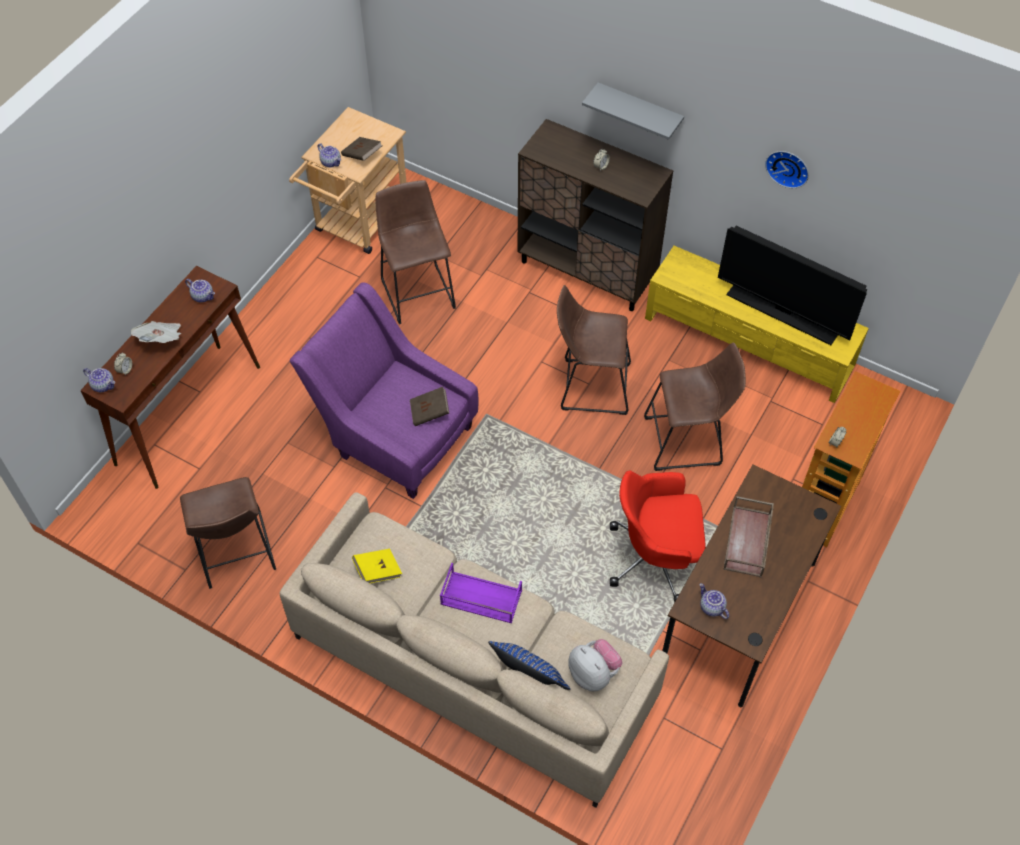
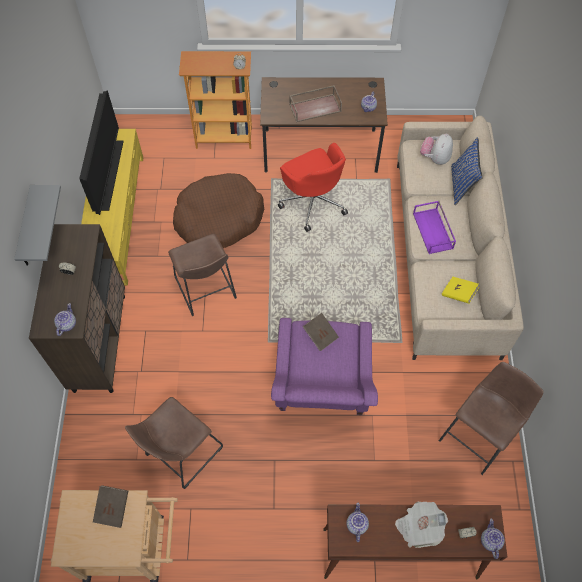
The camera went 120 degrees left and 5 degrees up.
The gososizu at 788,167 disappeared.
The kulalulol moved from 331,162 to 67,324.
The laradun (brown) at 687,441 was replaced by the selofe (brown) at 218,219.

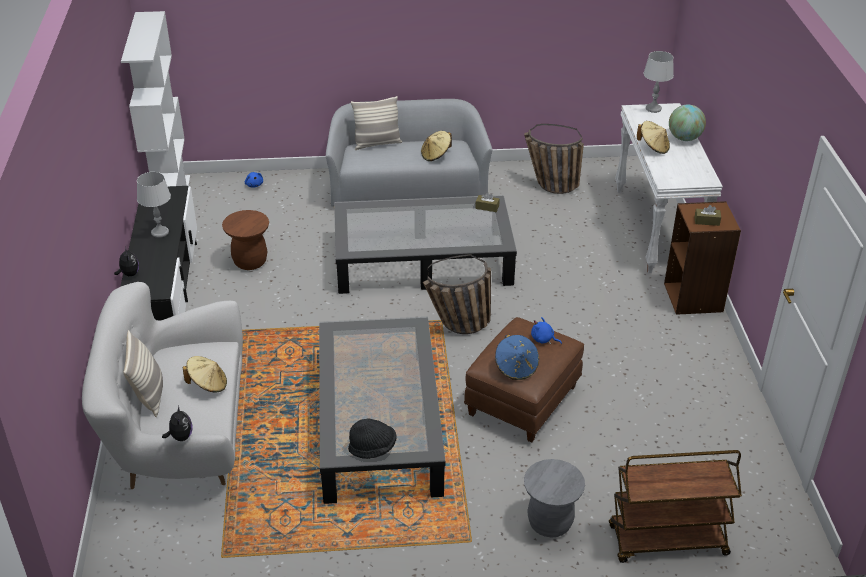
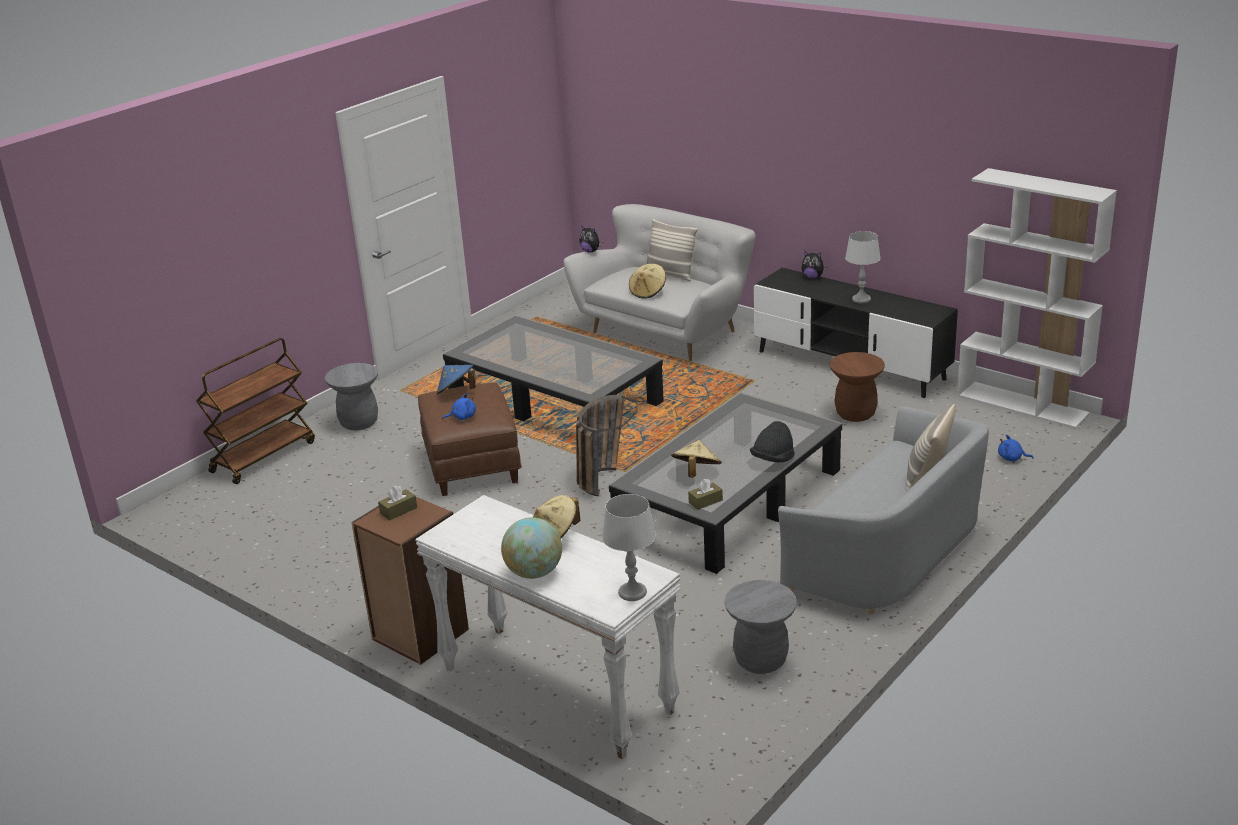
The camera went 135 degrees right and 10 degrees down.
The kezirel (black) moved from 373,448 to 772,459.
The kezirel (beige) moved from 436,155 to 696,472.
The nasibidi at 548,185 was replaced by the laradun (grey) at 760,660.

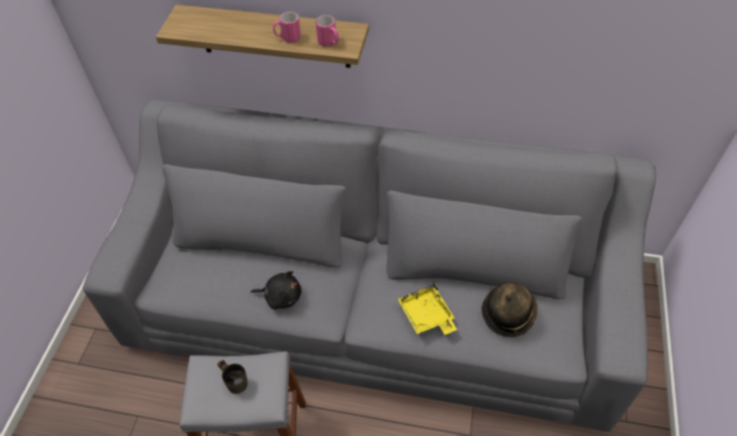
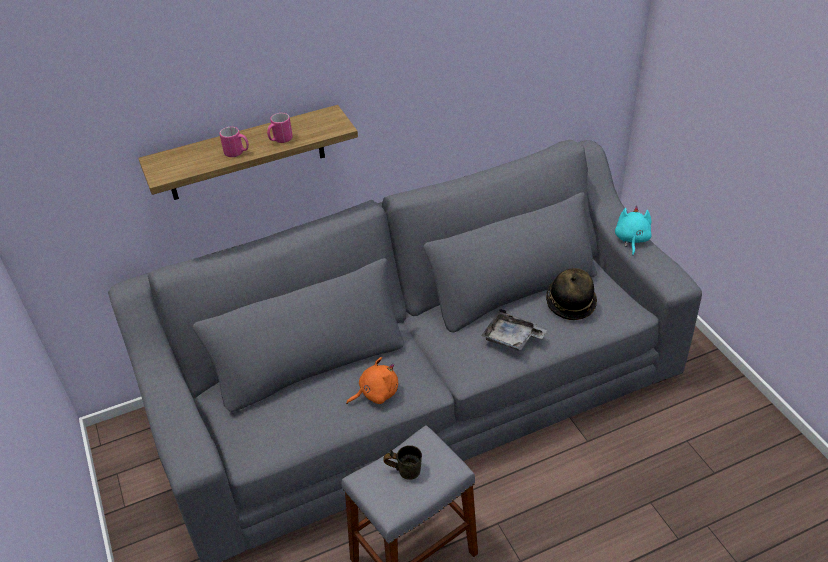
The camera went 35 degrees left and 10 degrees down.
The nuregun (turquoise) at 631,239 appeared.
The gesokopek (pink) moved from 329,43 to 237,153.
The nuregun (black) at 281,296 became the nuregun (orange) at 376,393.
The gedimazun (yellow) at 426,315 became the gedimazun (grey) at 512,338.

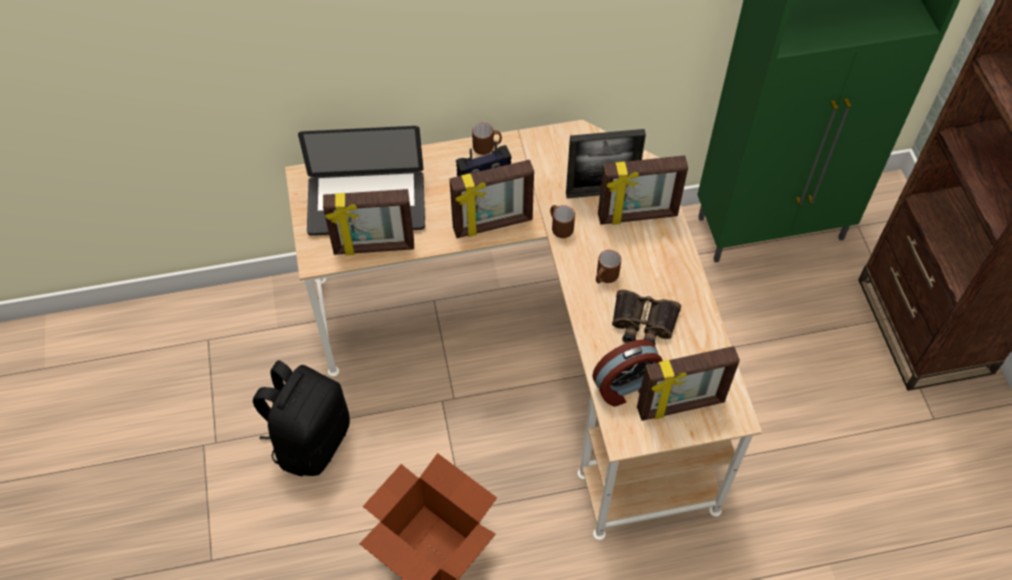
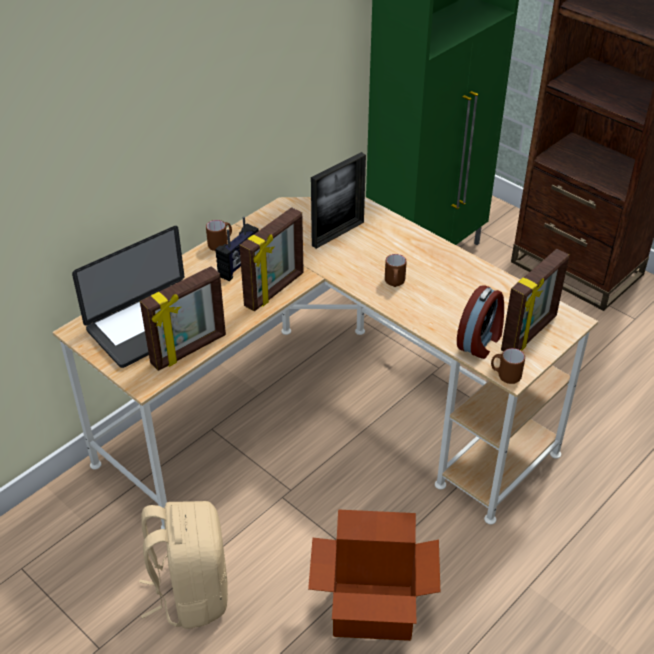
The camera went 35 degrees left and 15 degrees down.
The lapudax at 637,216 disappeared.
The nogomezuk at 642,323 disappeared.
The gesokopek (brown) moved from 560,227 to 505,375.
The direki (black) at 310,440 became the direki (beige) at 191,592.

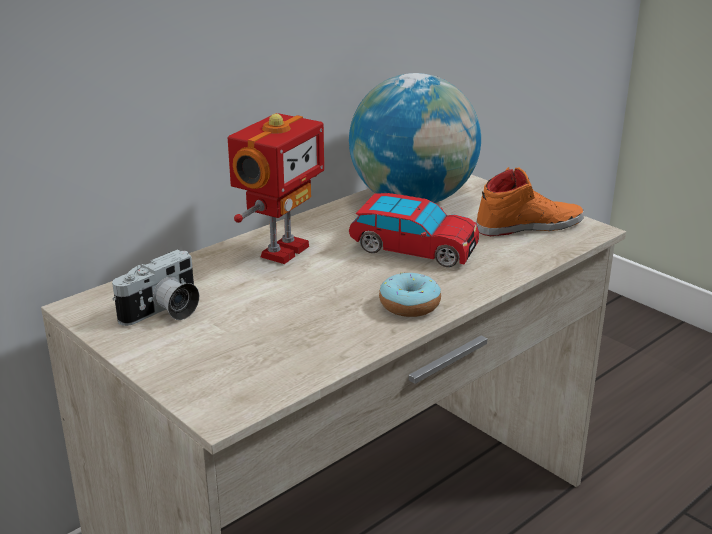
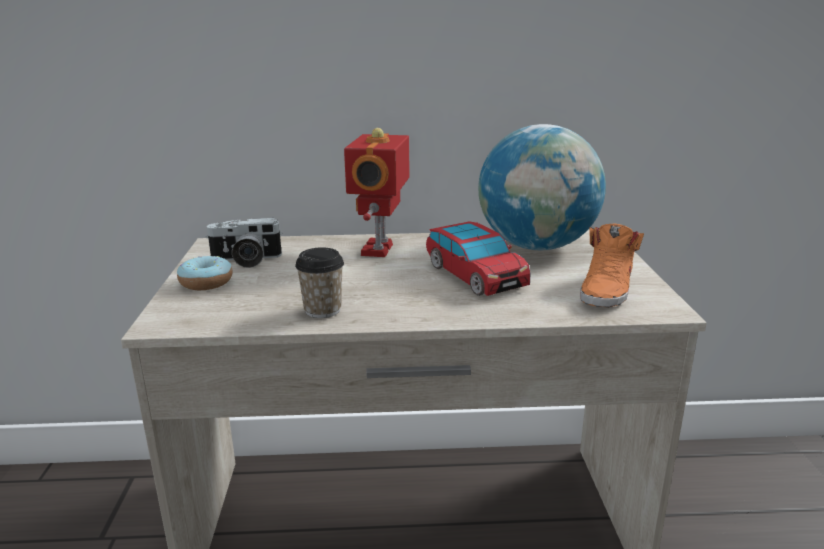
The camera went 40 degrees right and 5 degrees down.
The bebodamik at 322,310 appeared.
The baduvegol moved from 409,305 to 206,282.
The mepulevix at 282,251 turned 120 degrees clockwise.
The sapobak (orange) at 528,225 turned 90 degrees clockwise.

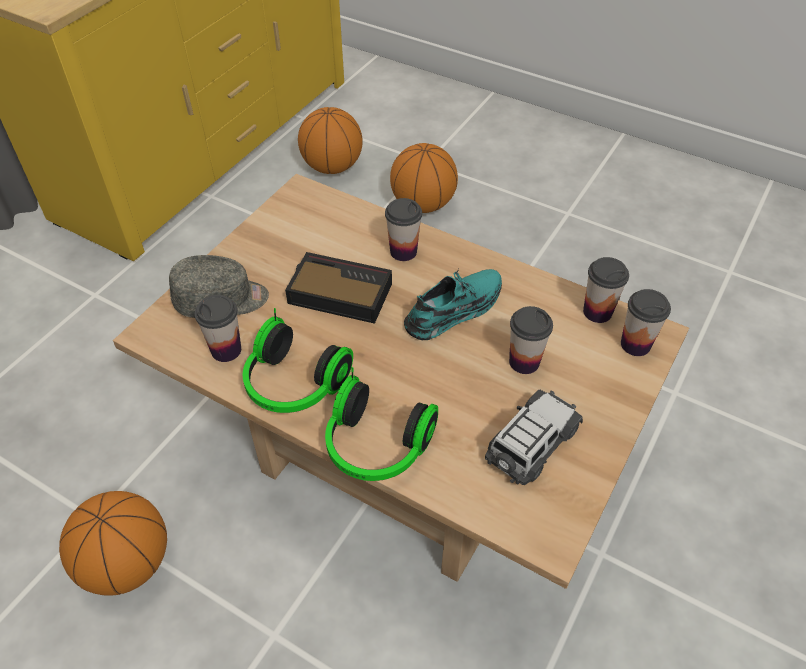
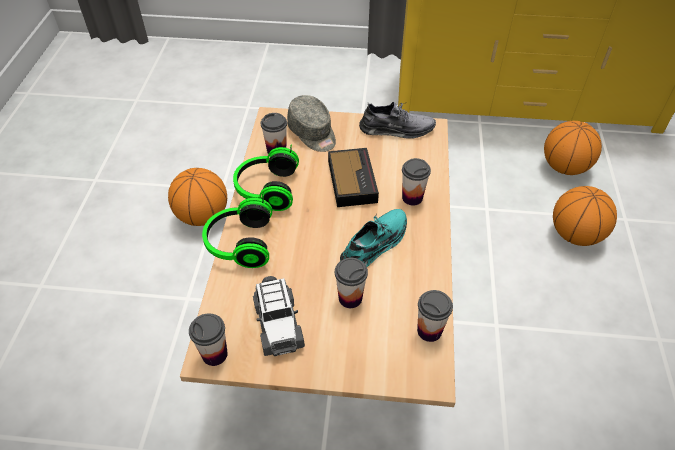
The camera went 65 degrees right and 0 degrees up.
The sapobak (grey) at 396,129 appeared.
The bebodamik moved from 635,344 to 214,354.
The sapobak (turquoise) at 455,310 turned 75 degrees counterclockwise.
The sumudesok at 531,445 turned 60 degrees clockwise.

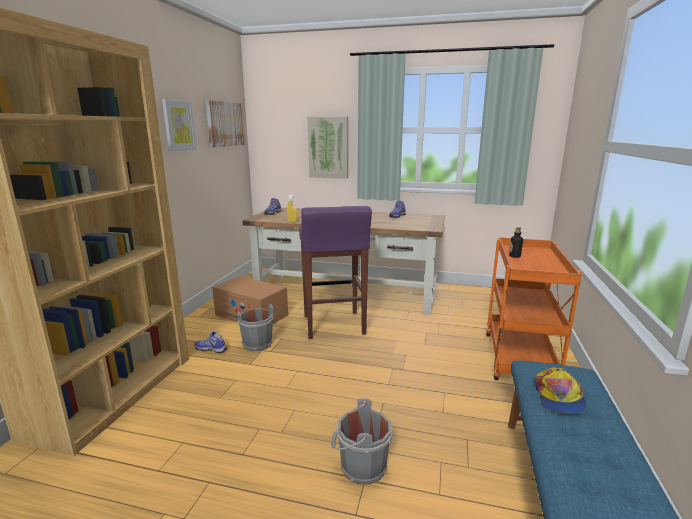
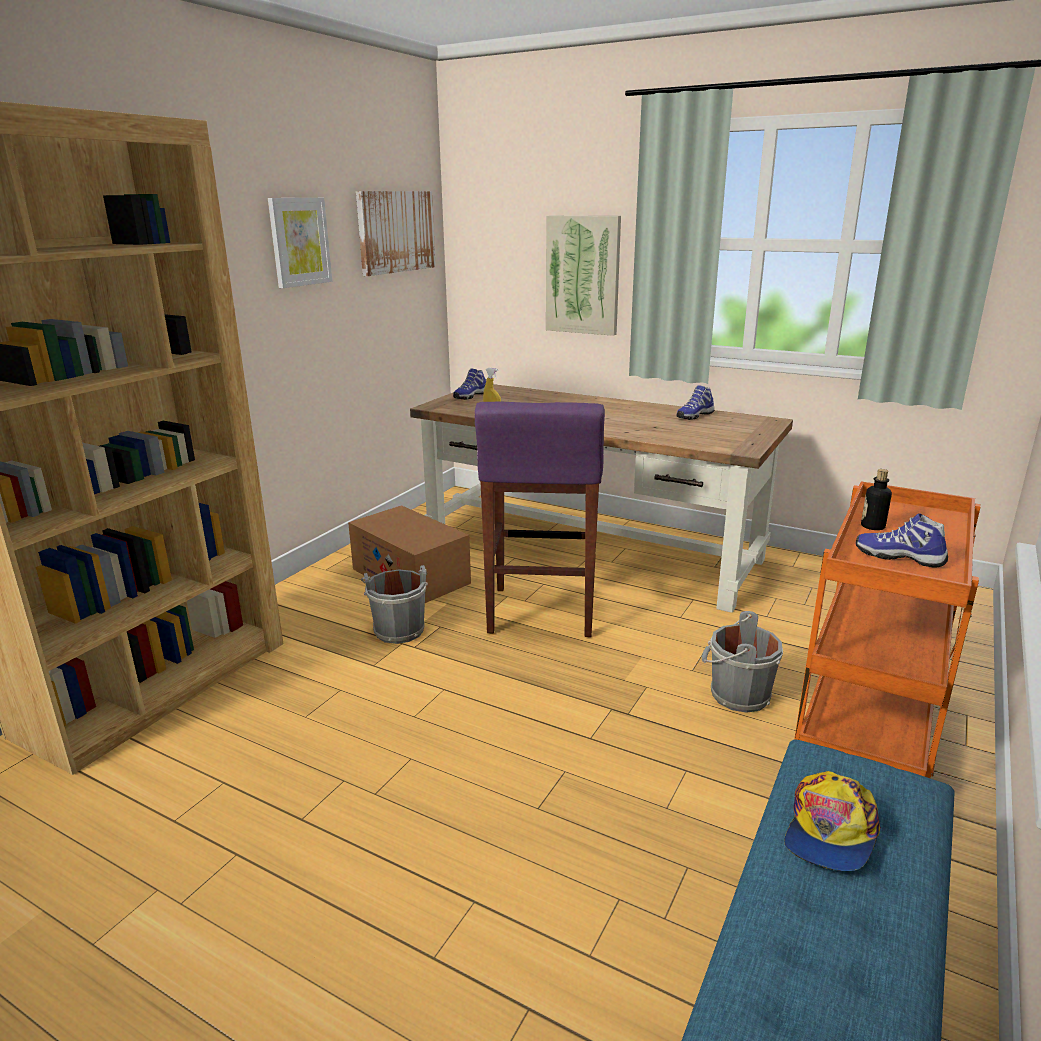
The camera went 15 degrees right and 5 degrees up.
The sapobak moved from 211,349 to 899,557.
The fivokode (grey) moved from 361,467 to 736,695.

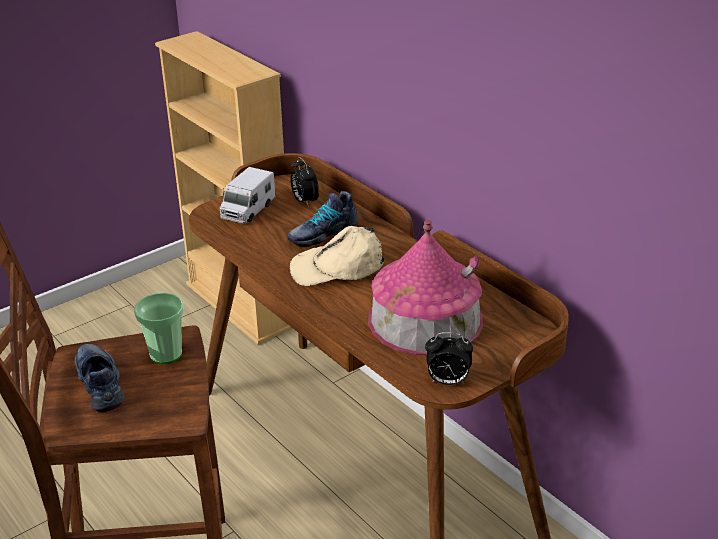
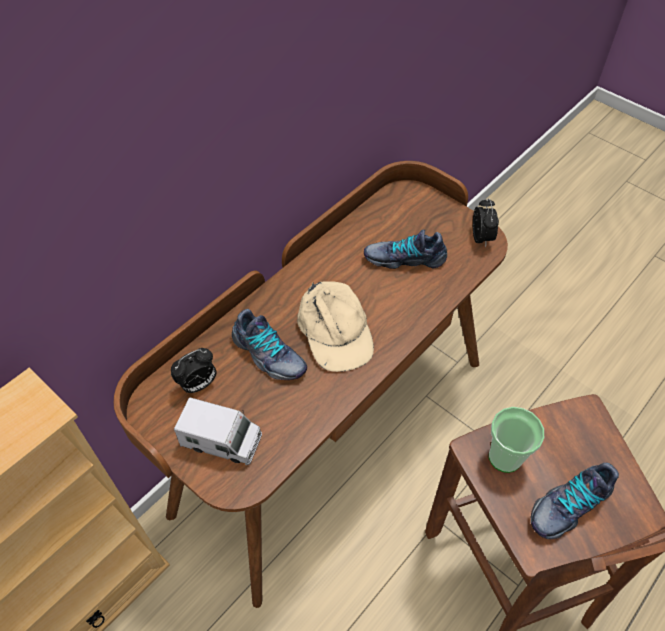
The camera went 100 degrees left and 20 degrees up.
The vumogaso at 425,319 was replaced by the sapobak at 404,258.

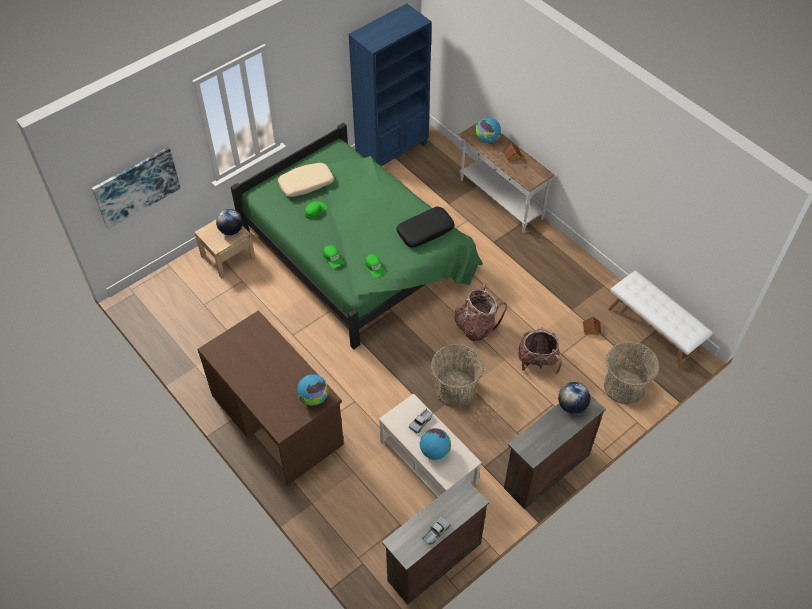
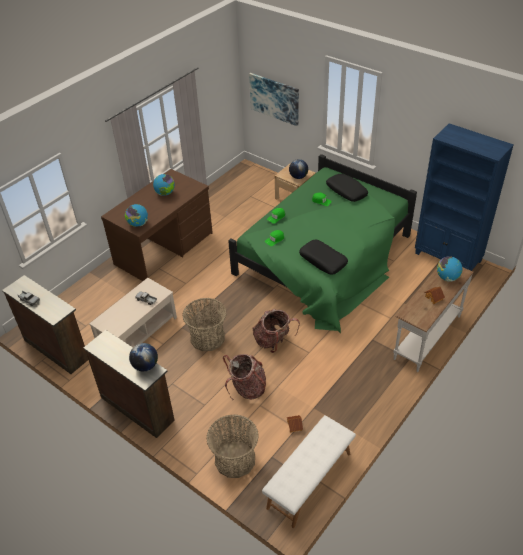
The camera went 80 degrees right and 10 degrees down.
The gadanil moved from 435,451 to 165,193.
The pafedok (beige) at 306,184 became the pafedok (black) at 346,191.

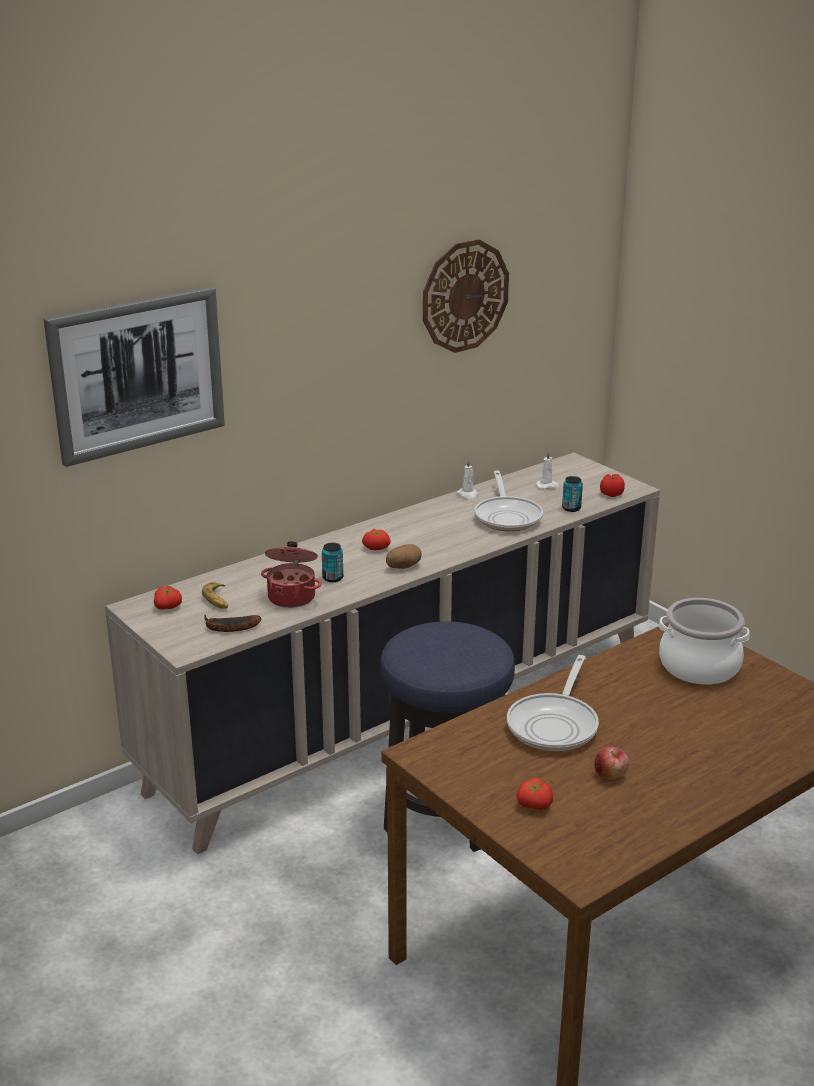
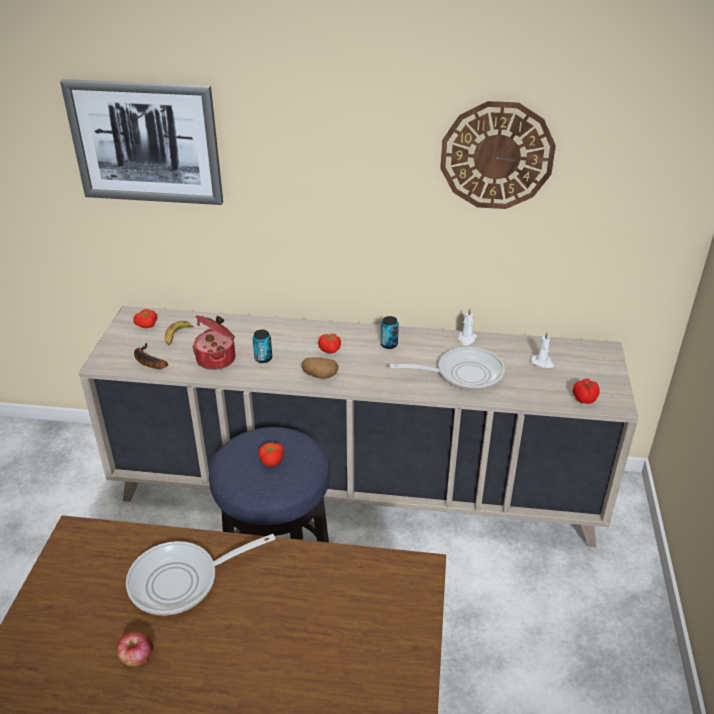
The camera went 45 degrees right and 10 degrees up.
The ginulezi at 699,666 disappeared.
The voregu moved from 533,804 to 270,460.
The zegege moved from 571,508 to 389,344.
The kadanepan at 507,516 turned 135 degrees counterclockwise.

